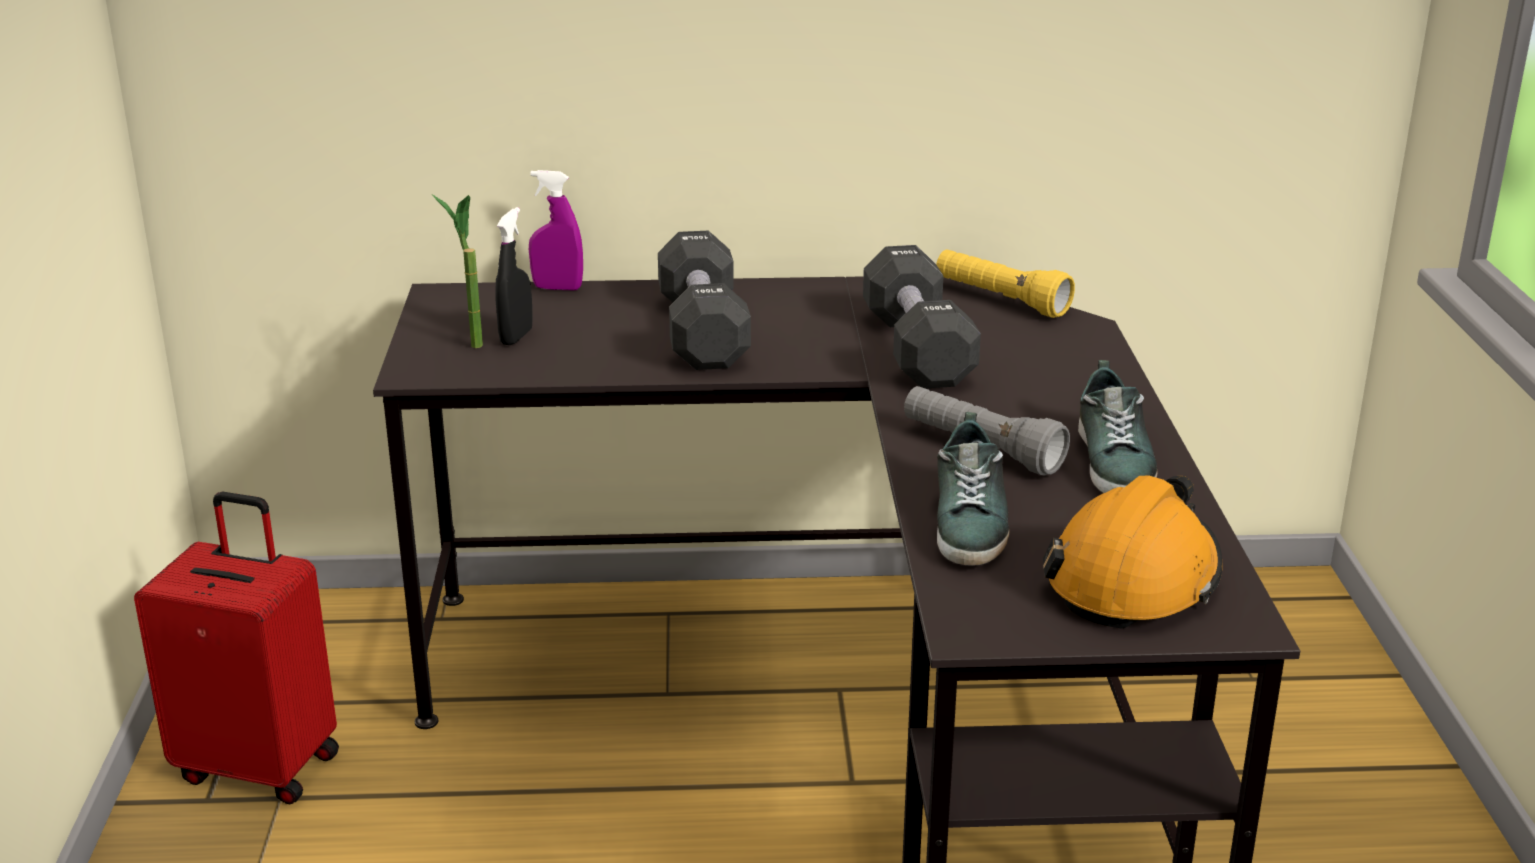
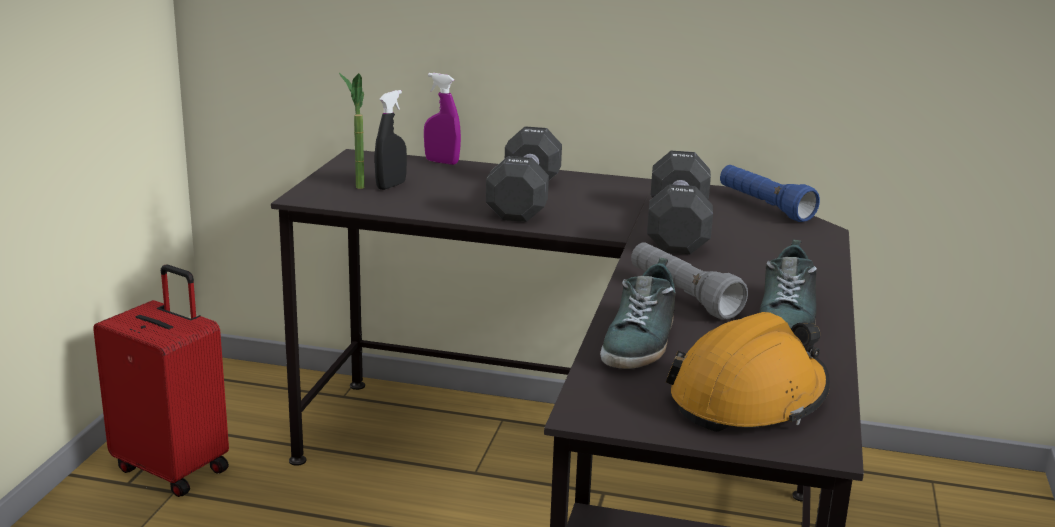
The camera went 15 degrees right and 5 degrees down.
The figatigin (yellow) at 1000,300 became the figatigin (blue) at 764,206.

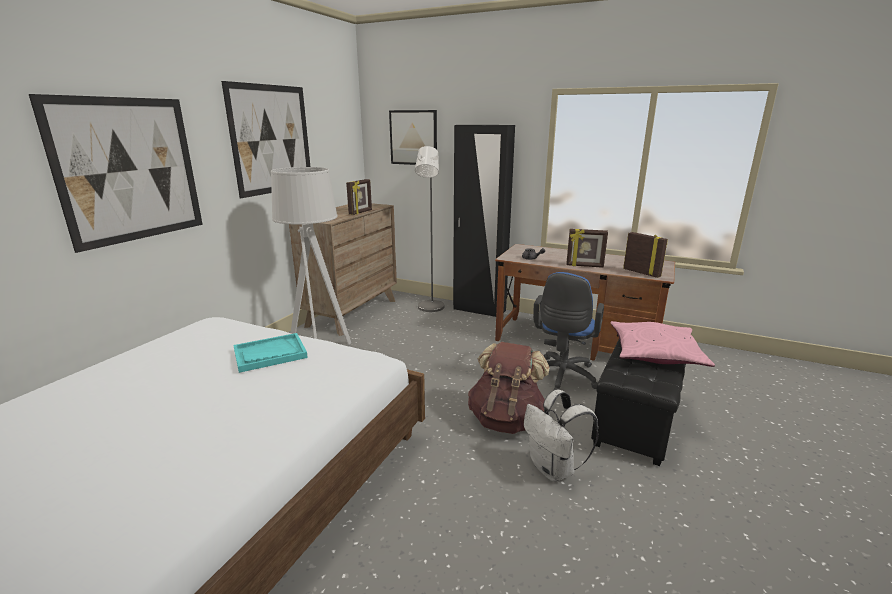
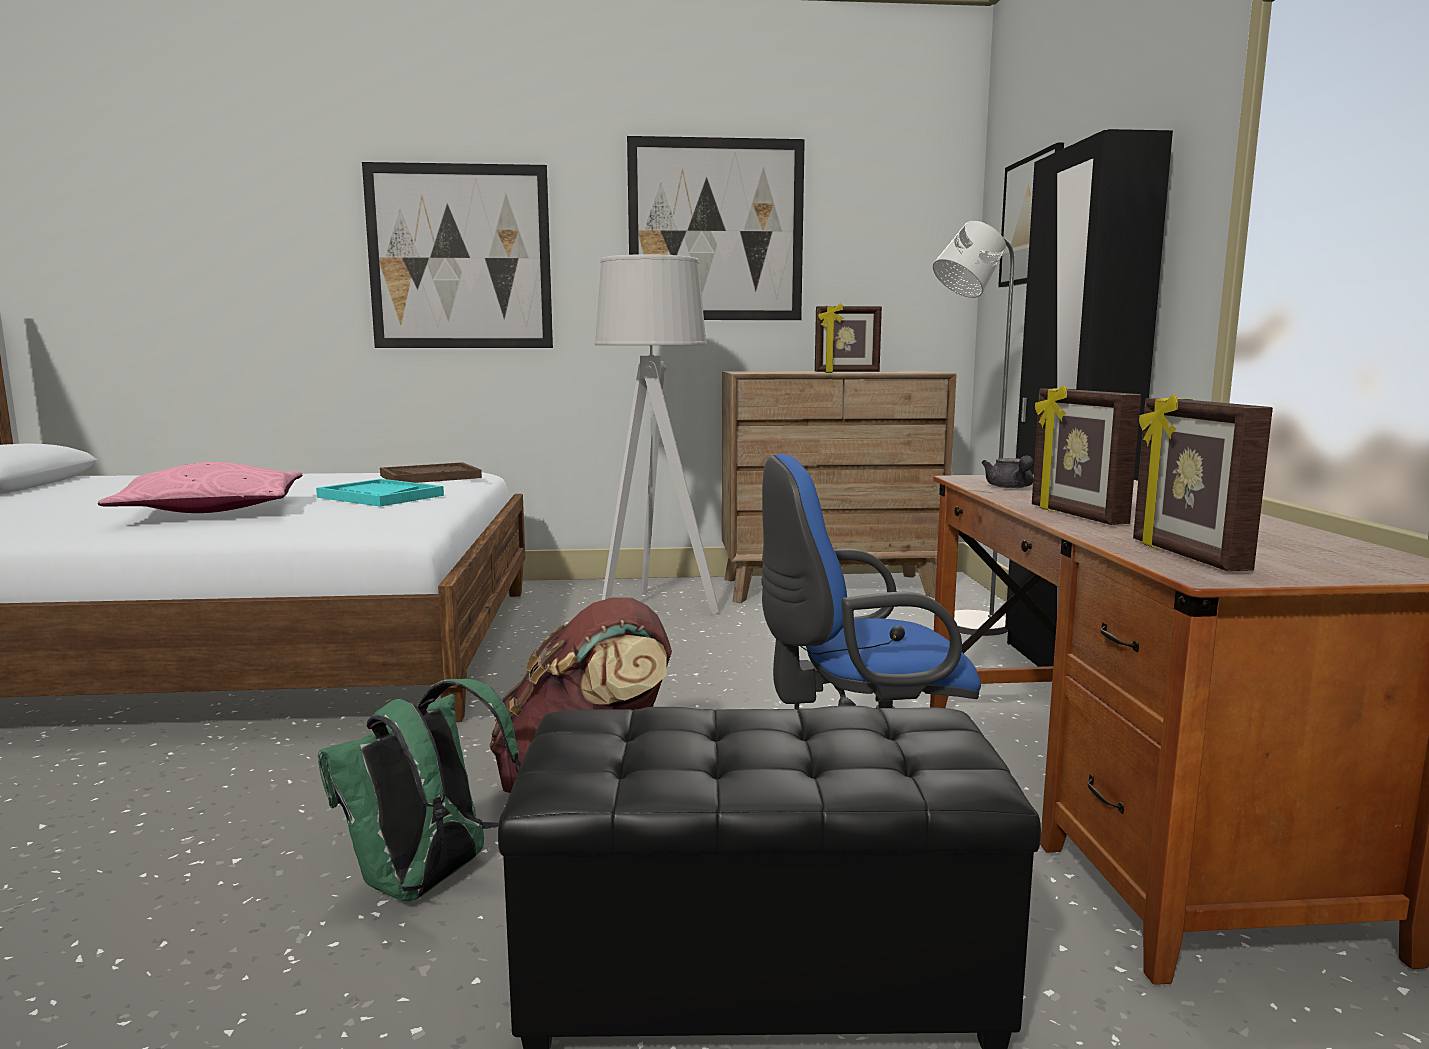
The camera went 60 degrees right and 10 degrees down.
The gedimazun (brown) at 430,477 appeared.
The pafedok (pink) moved from 655,353 to 212,511.
The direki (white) at 554,469 became the direki (green) at 427,882.
The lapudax at 642,273 turned 150 degrees clockwise.

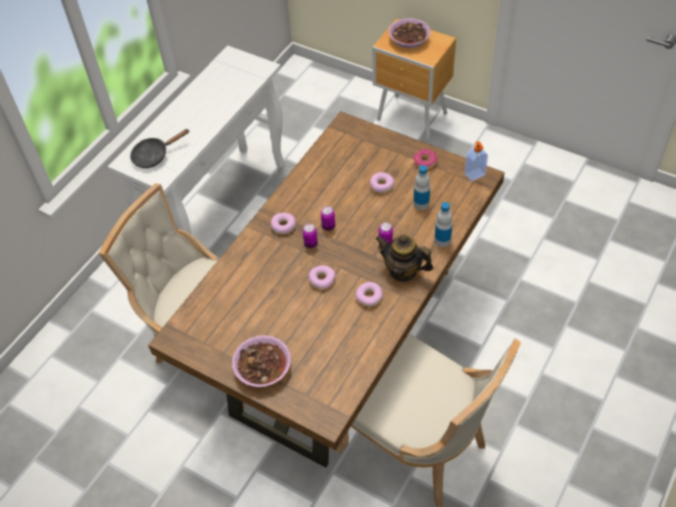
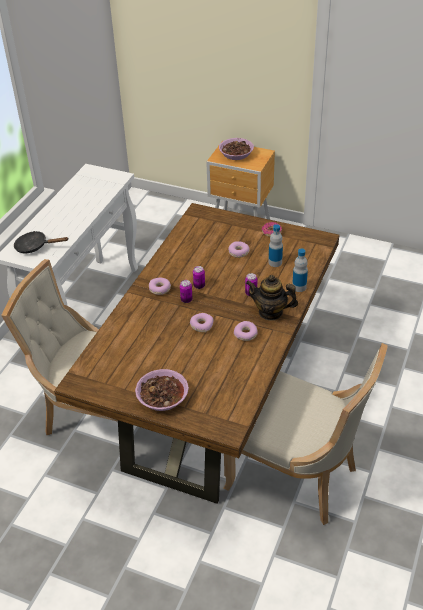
The camera went 10 degrees left and 10 degrees down.
The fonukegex at 475,175 disappeared.
The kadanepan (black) at 154,155 turned 45 degrees clockwise.

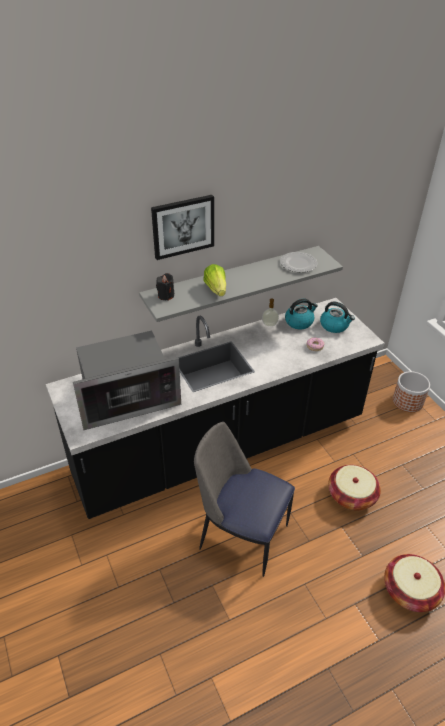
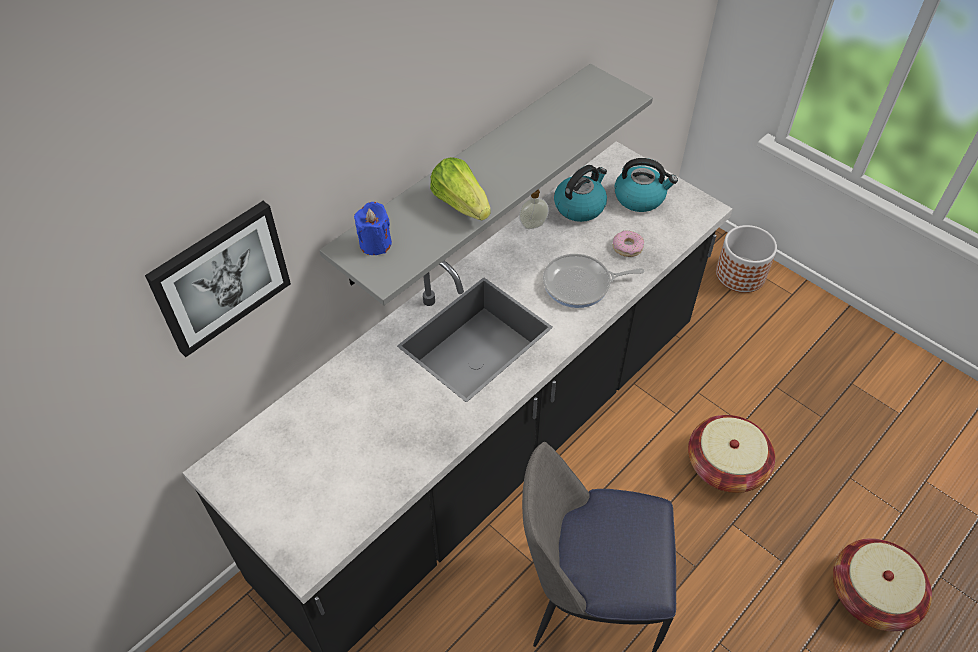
The camera went 20 degrees left and 10 degrees up.
The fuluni at 127,399 disappeared.
The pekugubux at 298,264 disappeared.
The kadanepan at 581,284 appeared.
The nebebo moved from 183,226 to 220,277.
The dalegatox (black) at 166,295 became the dalegatox (blue) at 375,243.

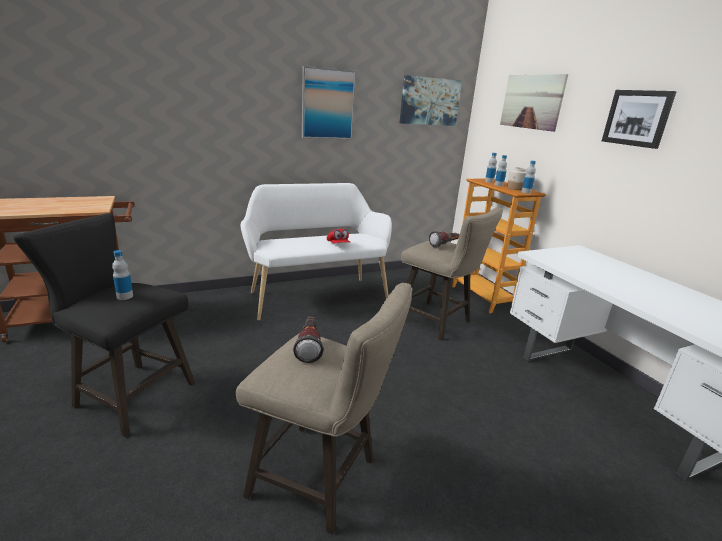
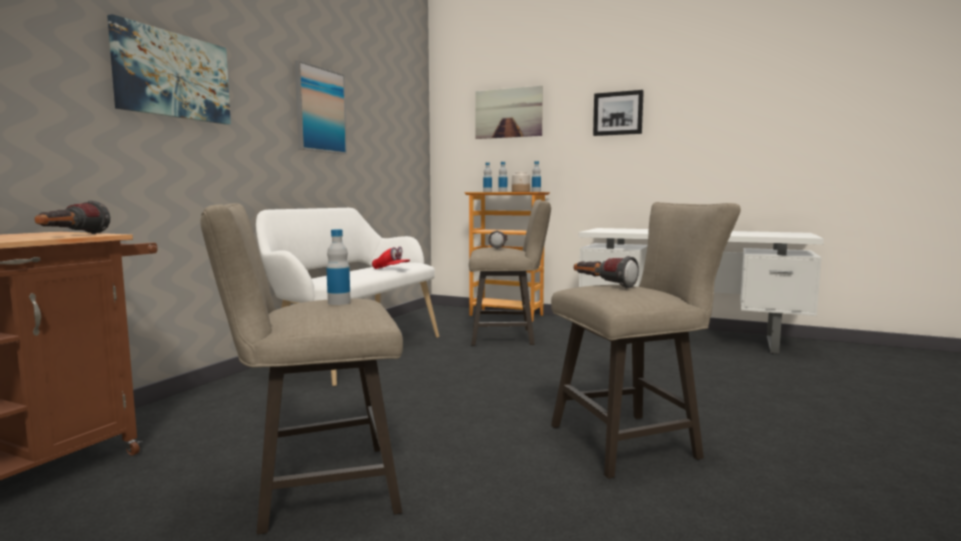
The camera went 40 degrees left and 15 degrees down.
The figatigin at 71,236 appeared.
The nebebo moved from 430,101 to 173,75.
The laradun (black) at 129,393 became the laradun (beige) at 314,489.

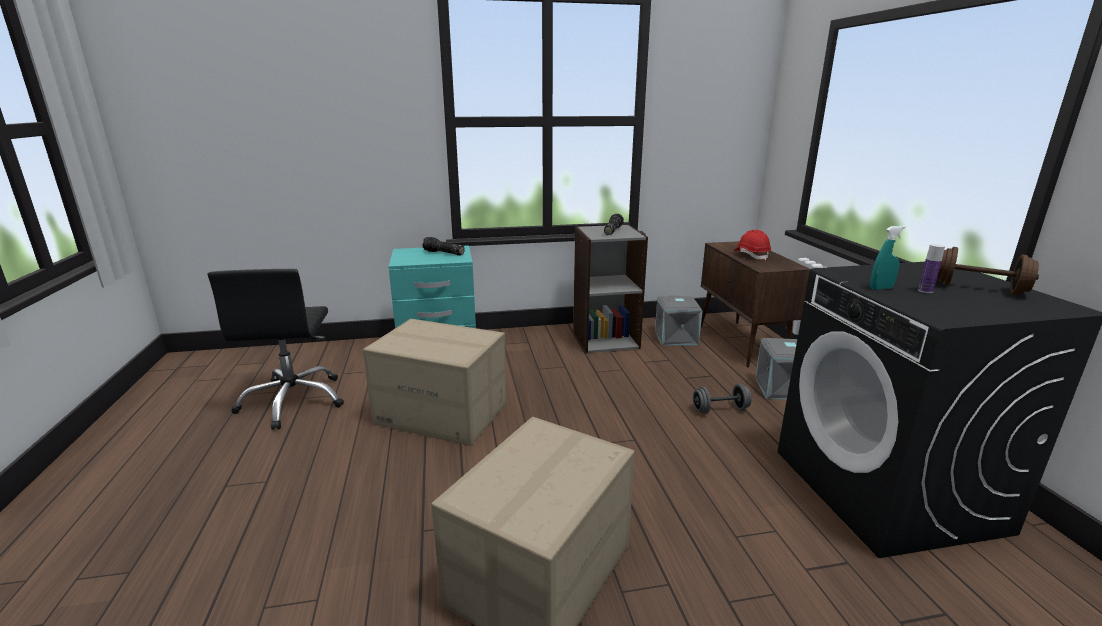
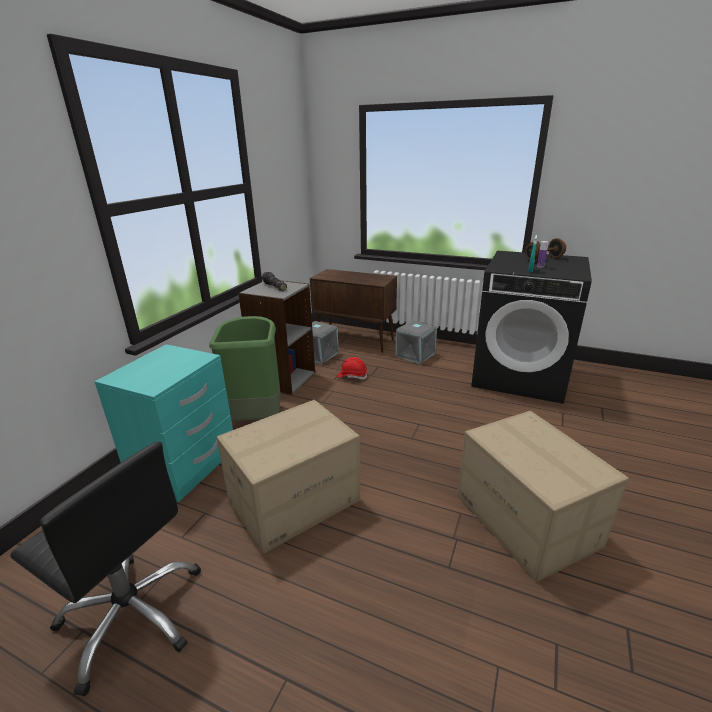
The camera went 55 degrees left and 5 degrees up.
The figatigin at 443,253 disappeared.
The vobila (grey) at 720,410 disappeared.
The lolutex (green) at 256,417 appeared.
The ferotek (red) moved from 751,255 to 352,376.

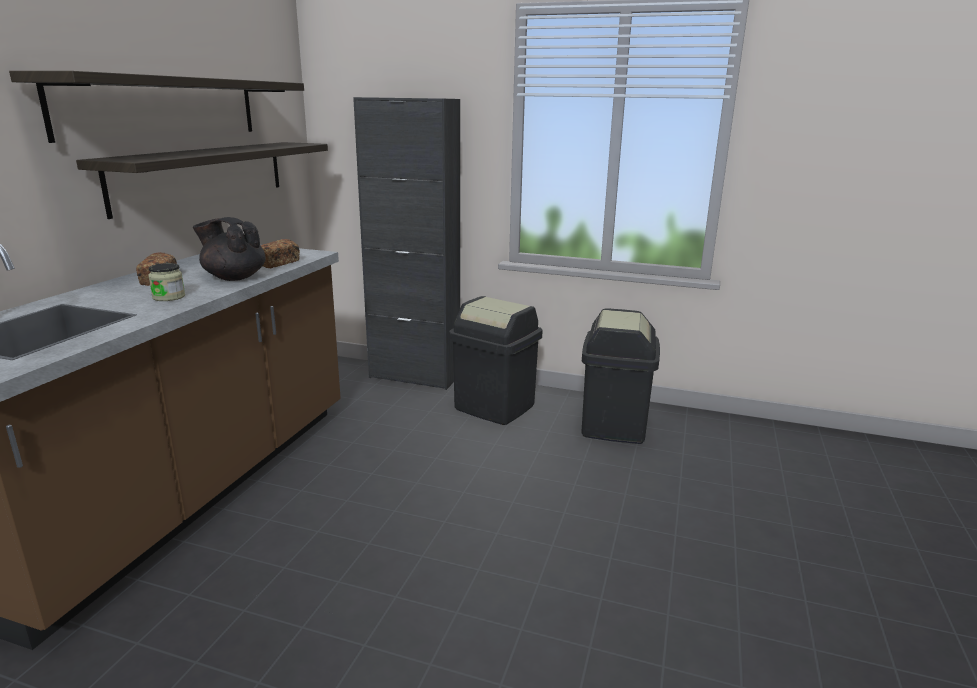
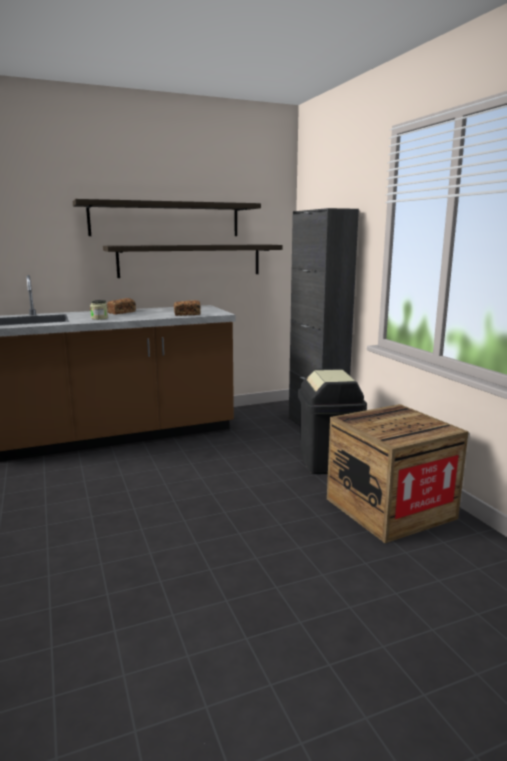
The camera went 50 degrees right and 5 degrees down.
The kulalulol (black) at 234,277 disappeared.
The lolutex (black) at 613,425 was replaced by the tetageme at 390,508.

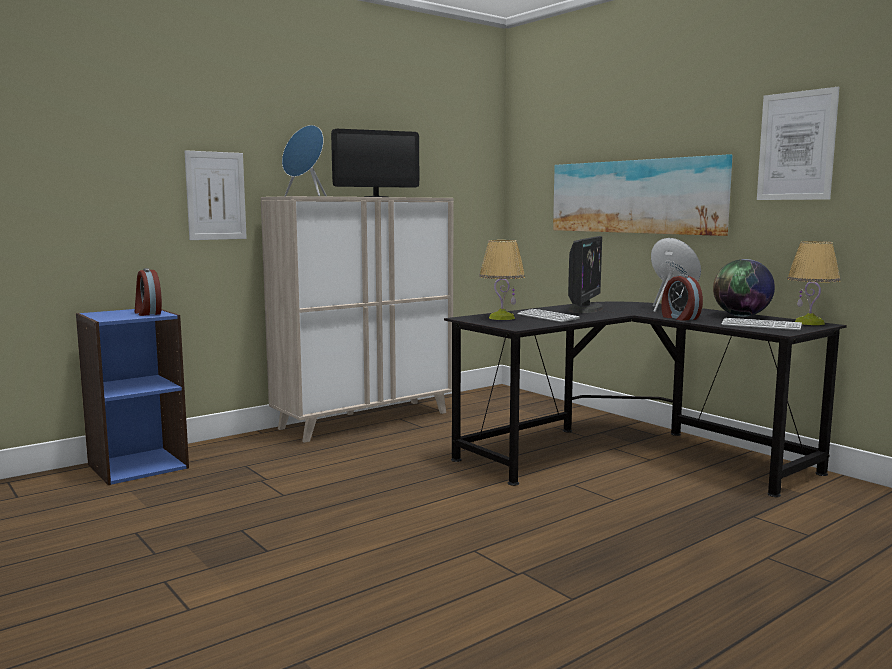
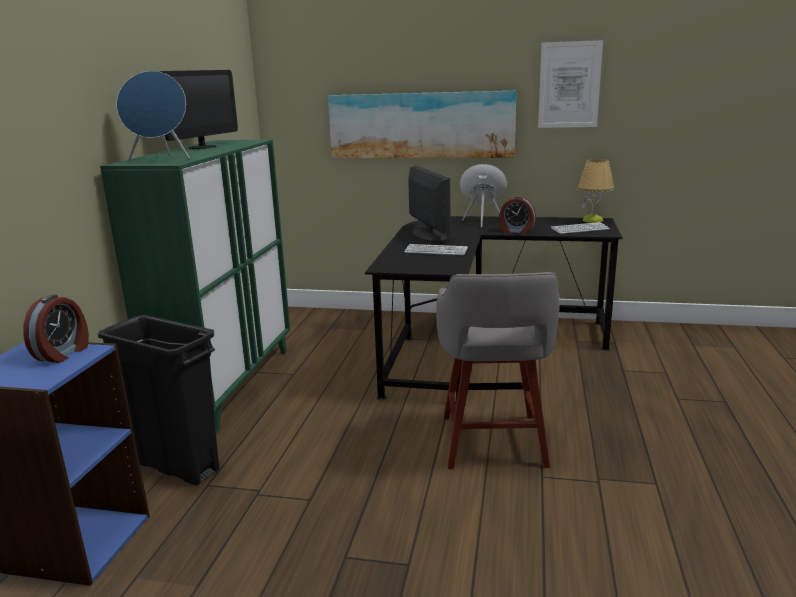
The camera went 40 degrees left and 10 degrees up.
The nebebo at 216,196 disappeared.
The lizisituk at 501,318 disappeared.
The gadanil at 741,316 disappeared.
The lolutex (black) at 177,466 appeared.
The laradun (grey) at 492,443 appeared.
The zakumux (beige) at 365,420 became the zakumux (green) at 229,385.
The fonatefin at 147,313 turned 90 degrees counterclockwise.

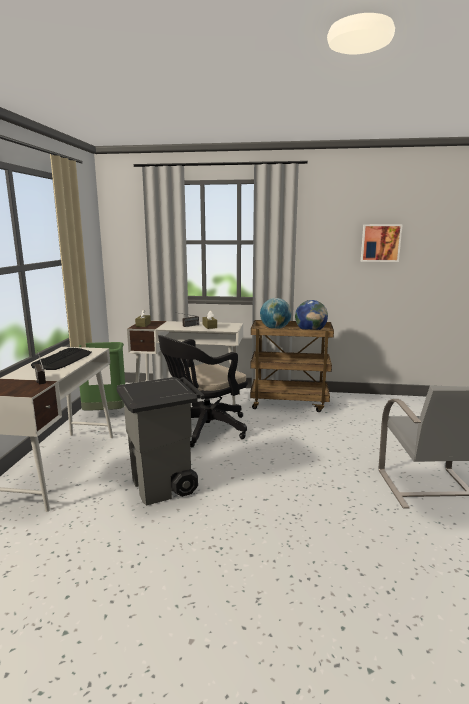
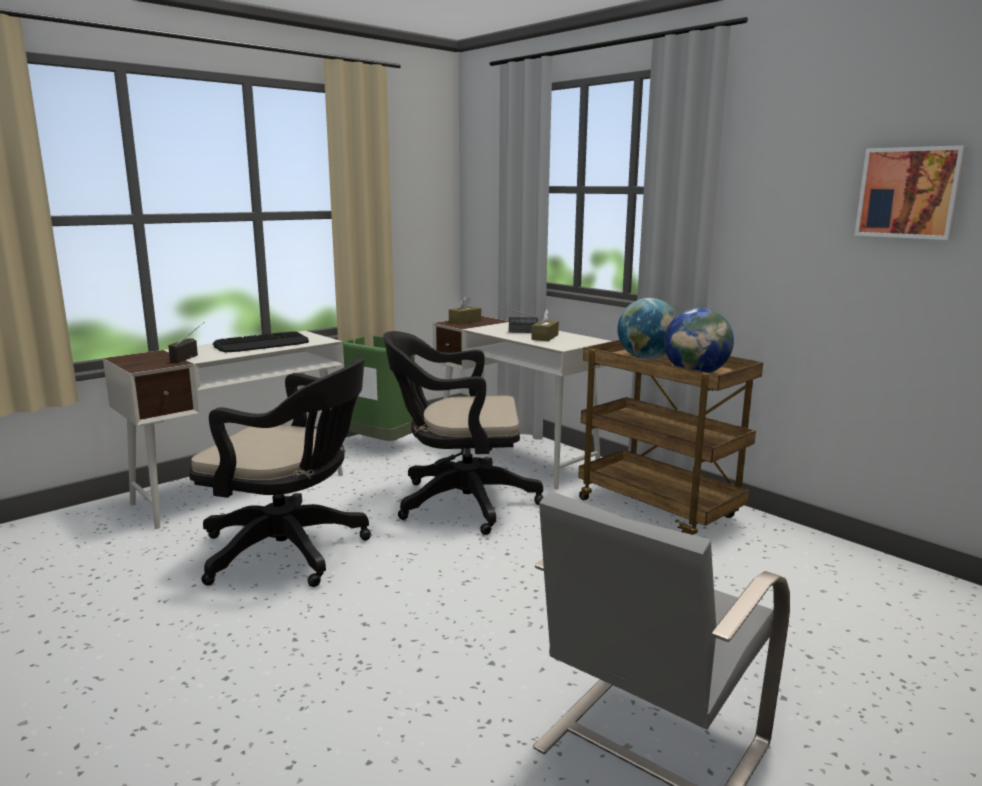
The camera went 40 degrees right and 0 degrees up.
The lolutex (grey) at 164,485 was replaced by the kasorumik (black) at 291,551.

